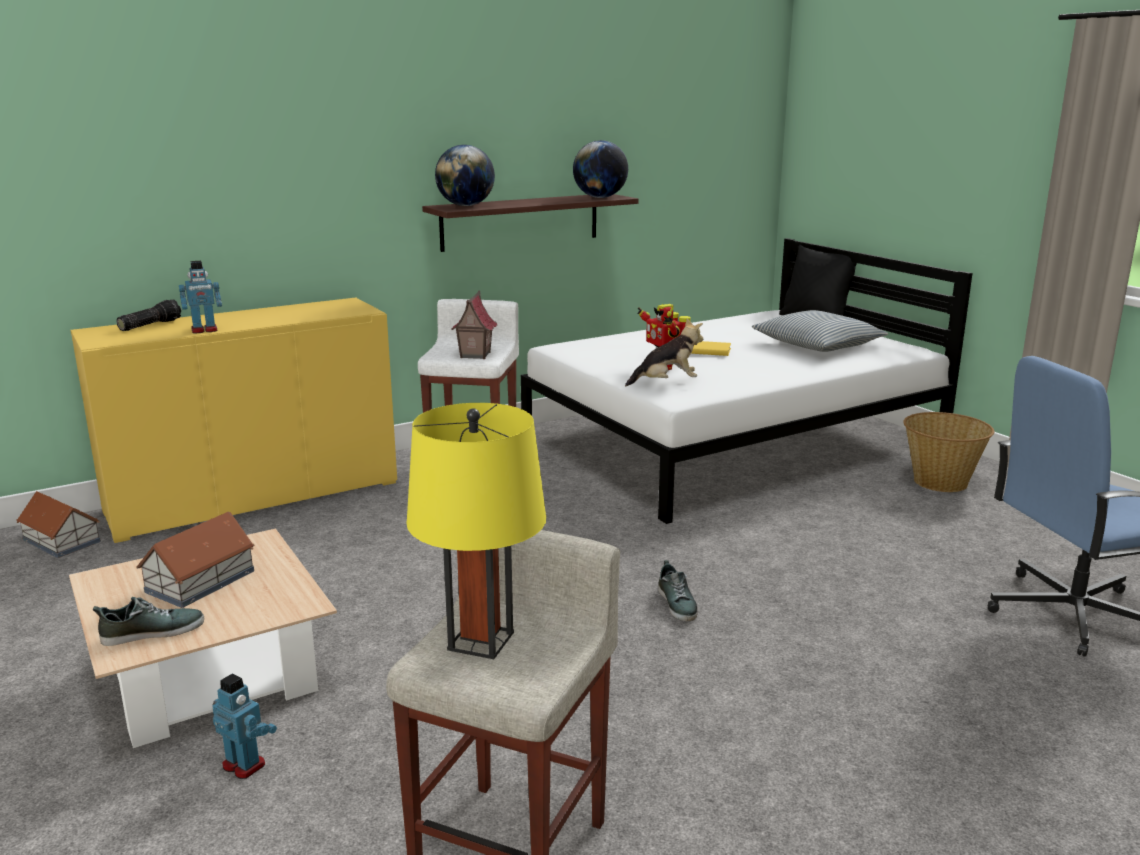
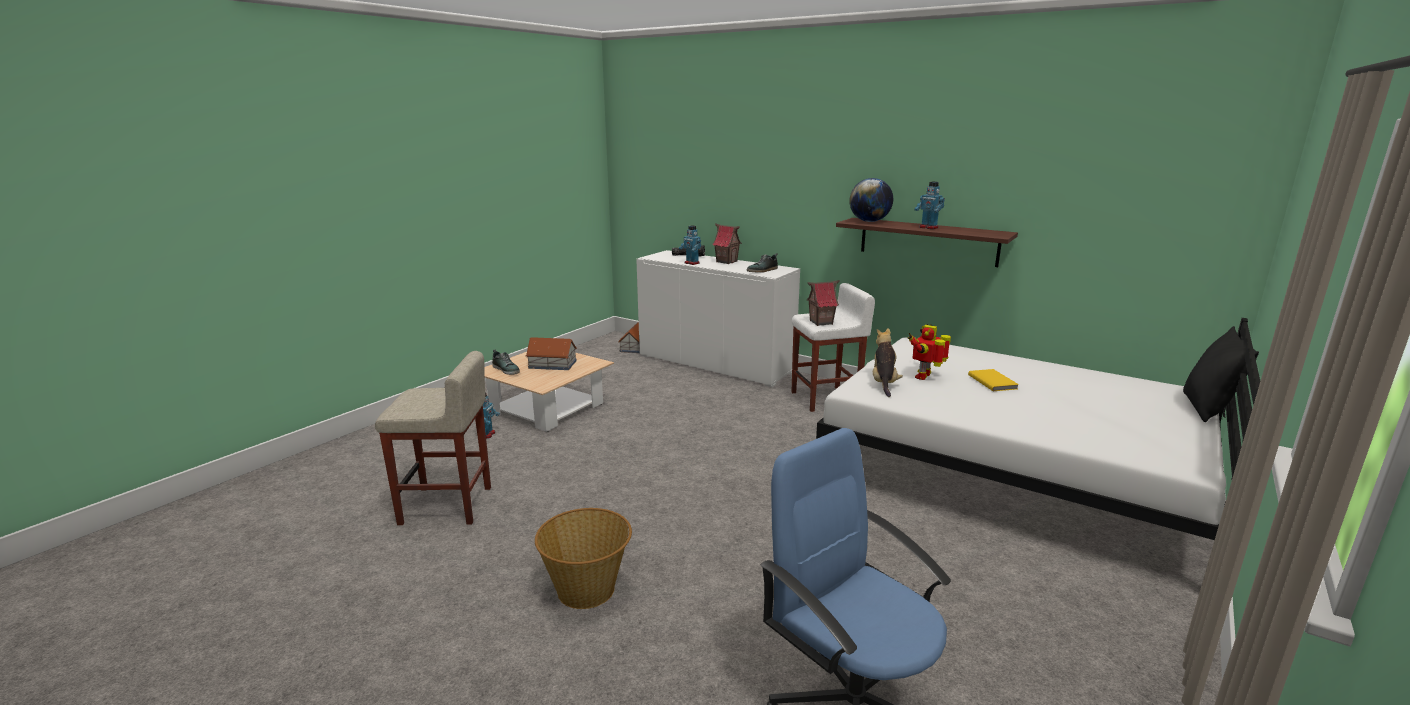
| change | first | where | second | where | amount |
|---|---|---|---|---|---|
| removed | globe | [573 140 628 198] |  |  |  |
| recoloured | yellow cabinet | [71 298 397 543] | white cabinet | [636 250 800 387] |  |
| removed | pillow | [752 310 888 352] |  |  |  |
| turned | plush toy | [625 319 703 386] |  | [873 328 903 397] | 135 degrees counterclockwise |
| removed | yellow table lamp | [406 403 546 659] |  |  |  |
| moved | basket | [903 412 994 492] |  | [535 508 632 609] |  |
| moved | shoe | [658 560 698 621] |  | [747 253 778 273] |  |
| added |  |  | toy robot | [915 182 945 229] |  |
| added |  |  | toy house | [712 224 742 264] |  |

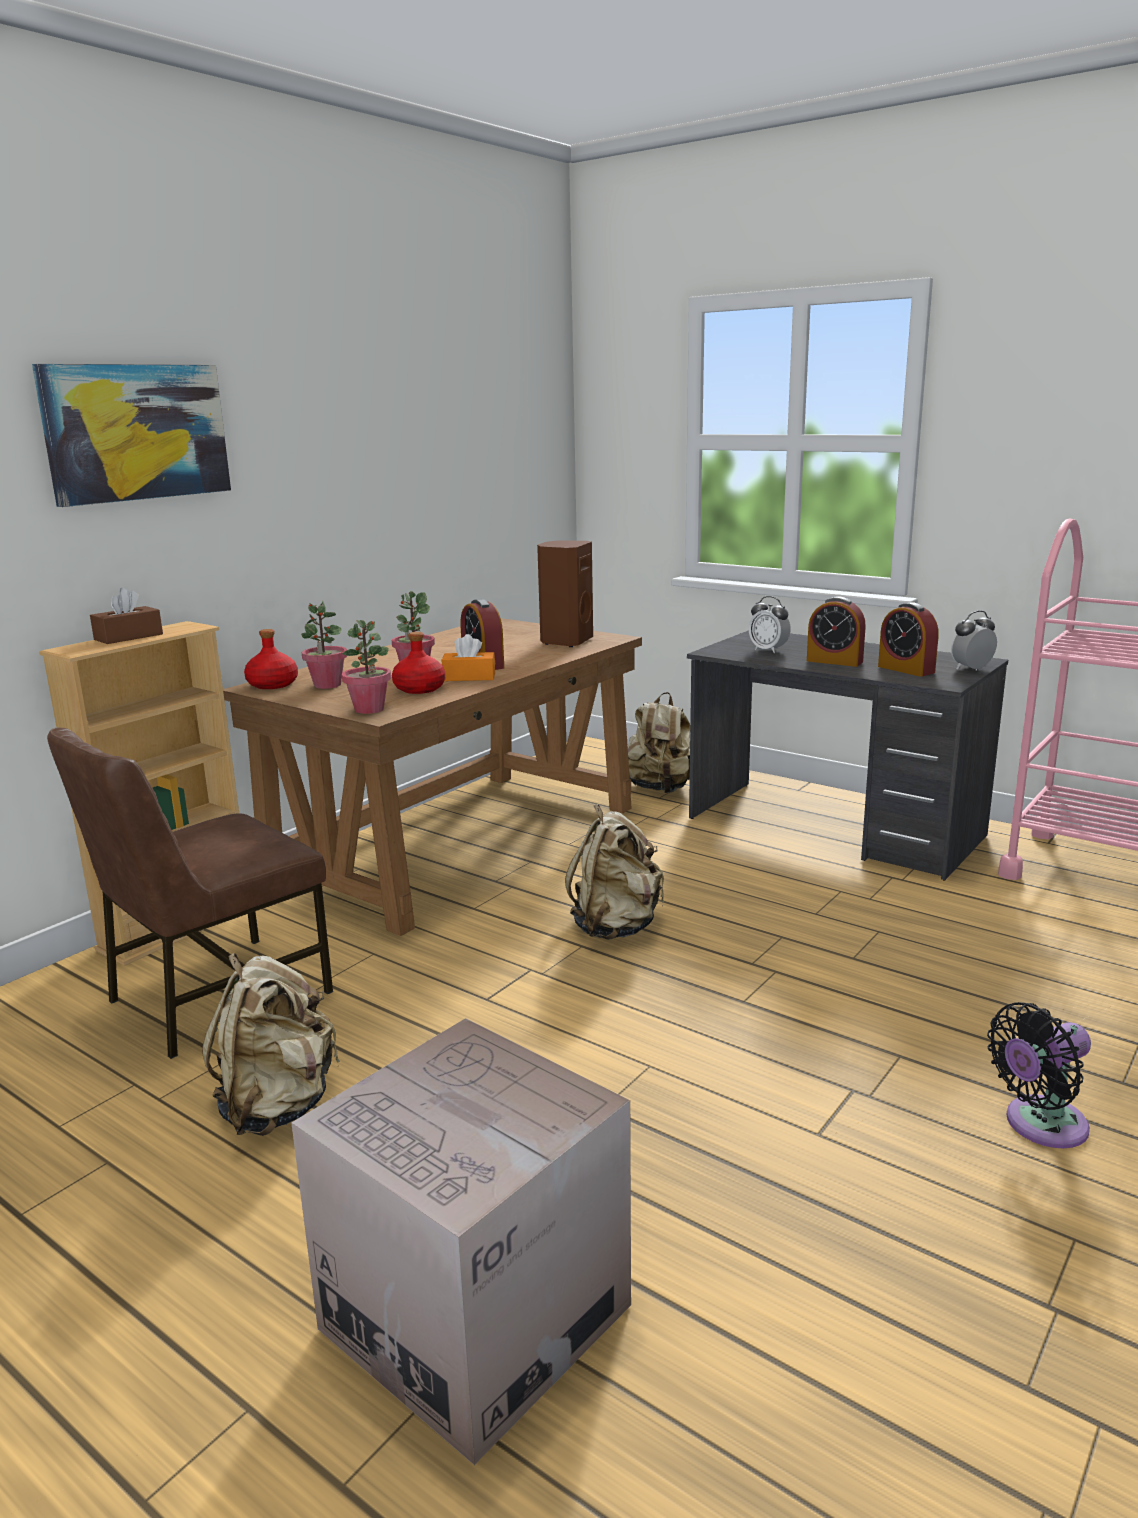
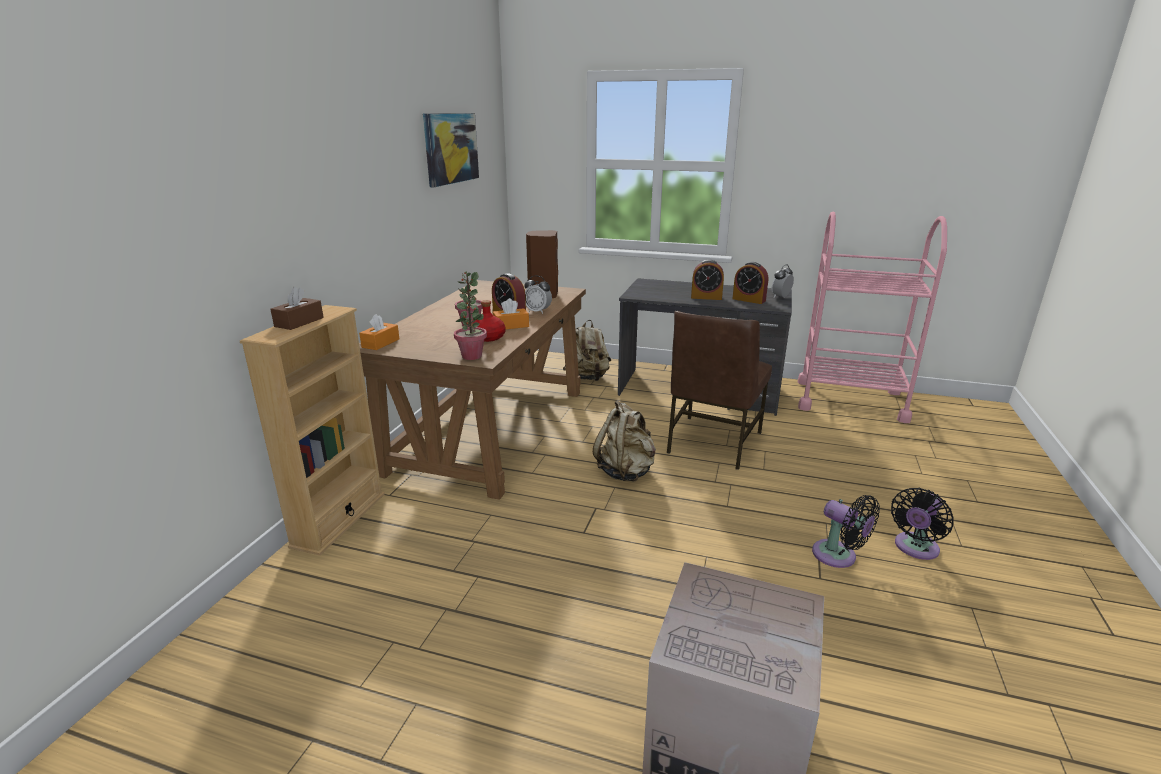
| change | first | where | second | where | amount |
|---|---|---|---|---|---|
| moved | picture | [32 364 231 507] |  | [423 113 479 187] |  |
| moved | alarm clock | [749 596 791 653] |  | [524 276 552 314] |  |
| removed | potted plant | [301 600 347 689] |  |  |  |
| replaced | red bottle | [244 629 298 689] | orange tissue box | [359 314 399 350] |  |
| moved | brown chair | [47 728 333 1059] |  | [667 311 772 470] |  |
| removed | beige backpack | [202 953 340 1136] |  |  |  |
| added |  |  | black fan | [812 495 880 568] |  |

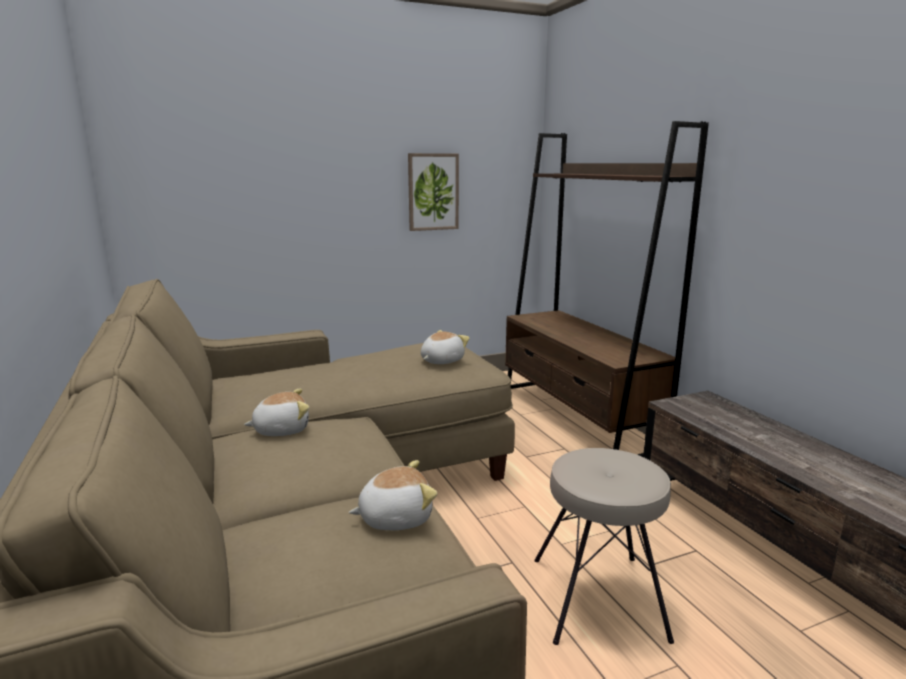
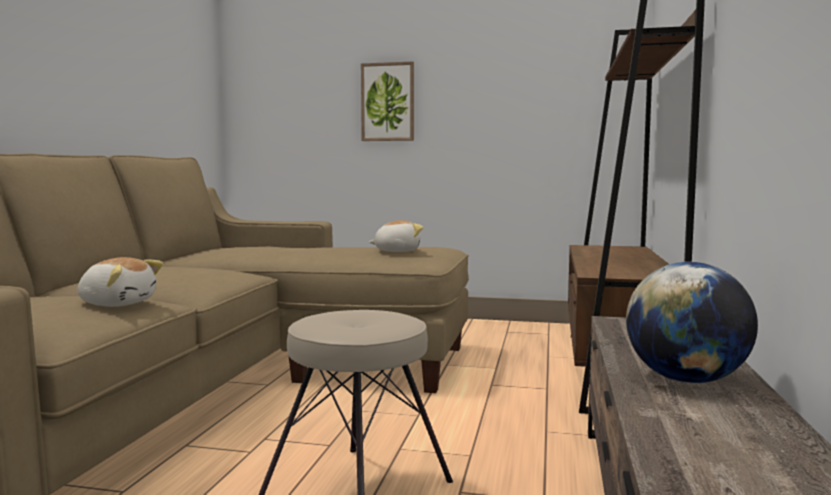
| change | first | where | second | where | amount |
|---|---|---|---|---|---|
| moved | picture | [408 153 459 231] |  | [361 61 414 141] |  |
| removed | plush toy | [244 389 309 436] |  |  |  |
| added |  |  | globe | [626 262 758 383] |  |

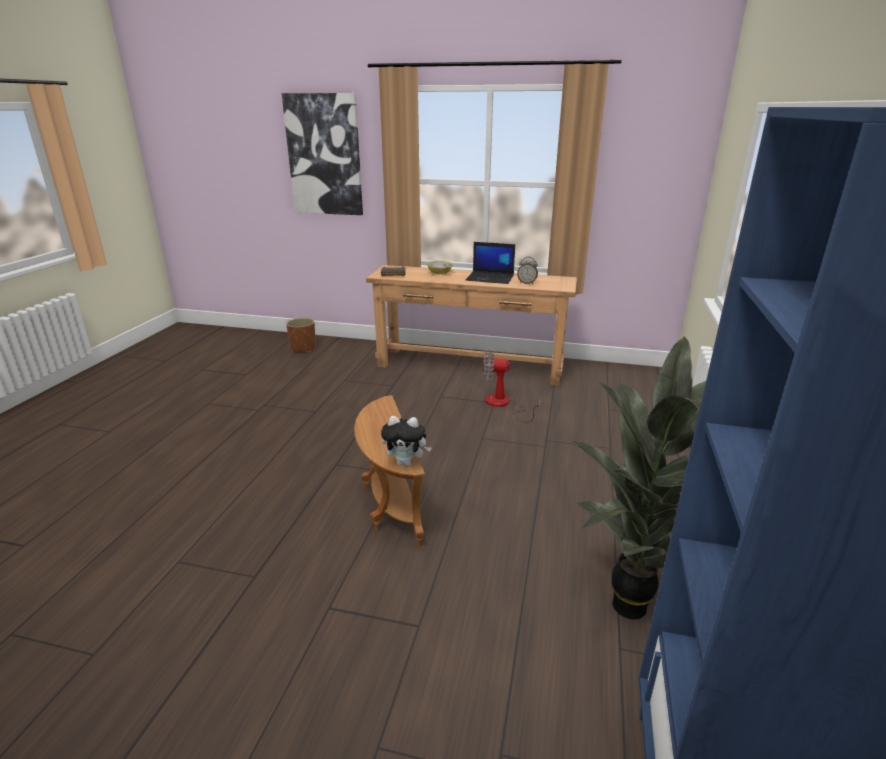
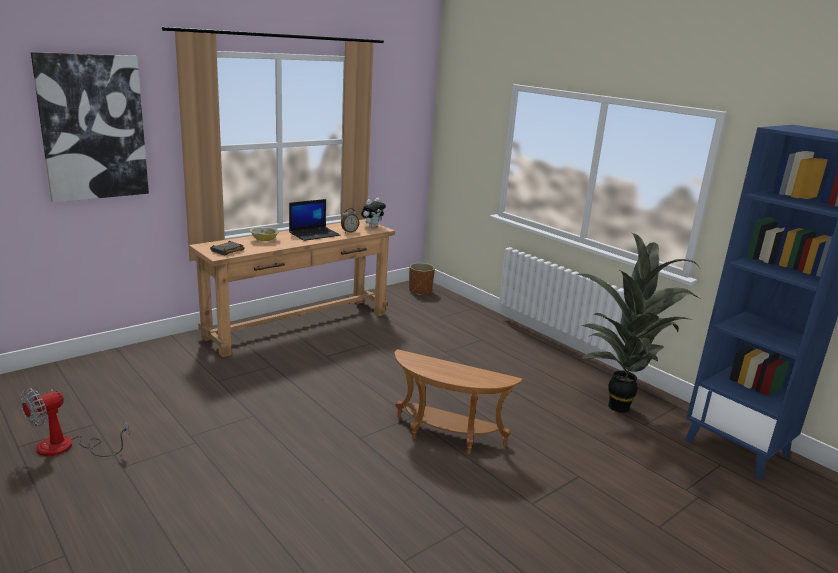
| change | first | where | second | where | amount |
|---|---|---|---|---|---|
| moved | brown planter | [286 318 316 352] |  | [409 263 435 295] |  |
| moved | fan | [483 350 540 423] |  | [20 388 130 457] |  |
| moved | plush toy | [381 416 432 466] |  | [361 198 386 228] |  |

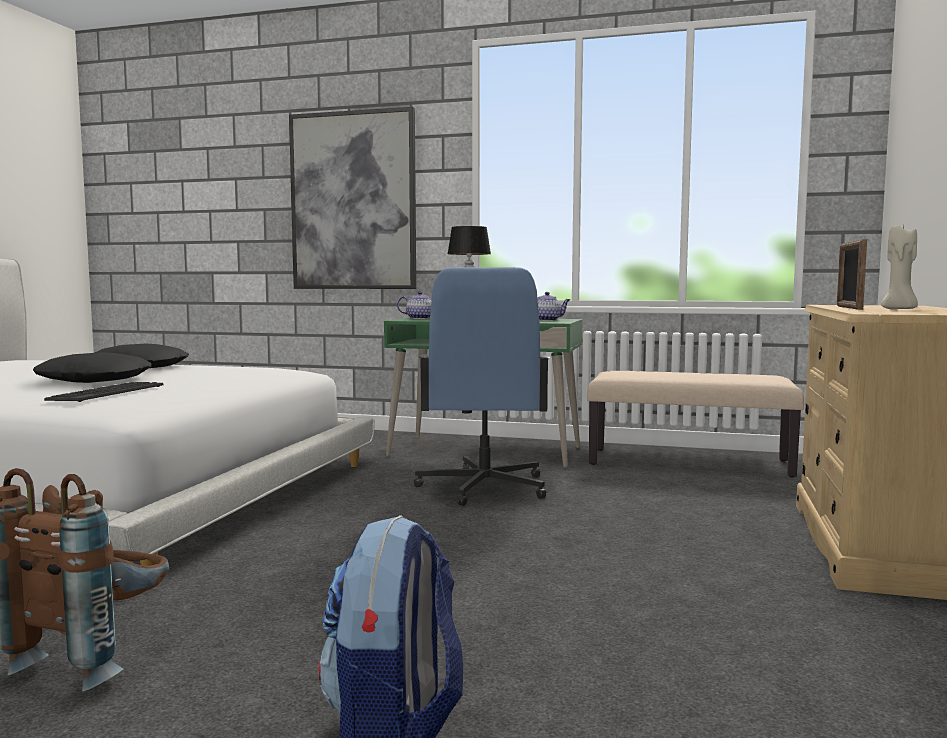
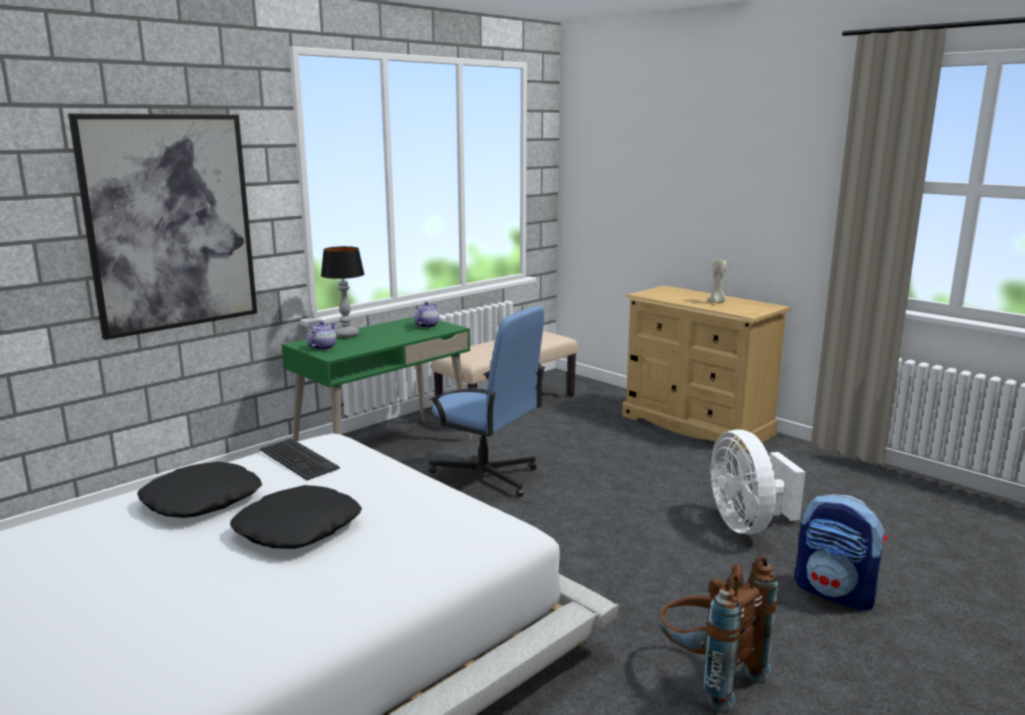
| change | first | where | second | where | amount |
|---|---|---|---|---|---|
| removed | picture frame | [837 239 867 310] |  |  |  |
| moved | keyboard | [44 382 164 402] |  | [260 438 340 480] |  |
| added |  |  | white fan | [710 429 805 534] |  |

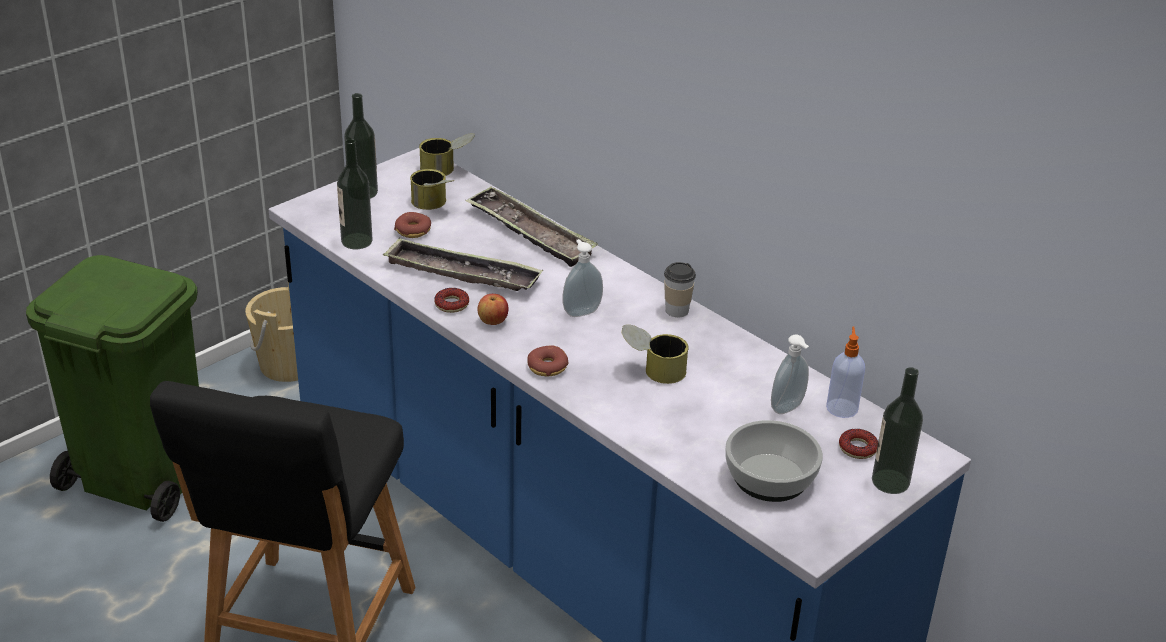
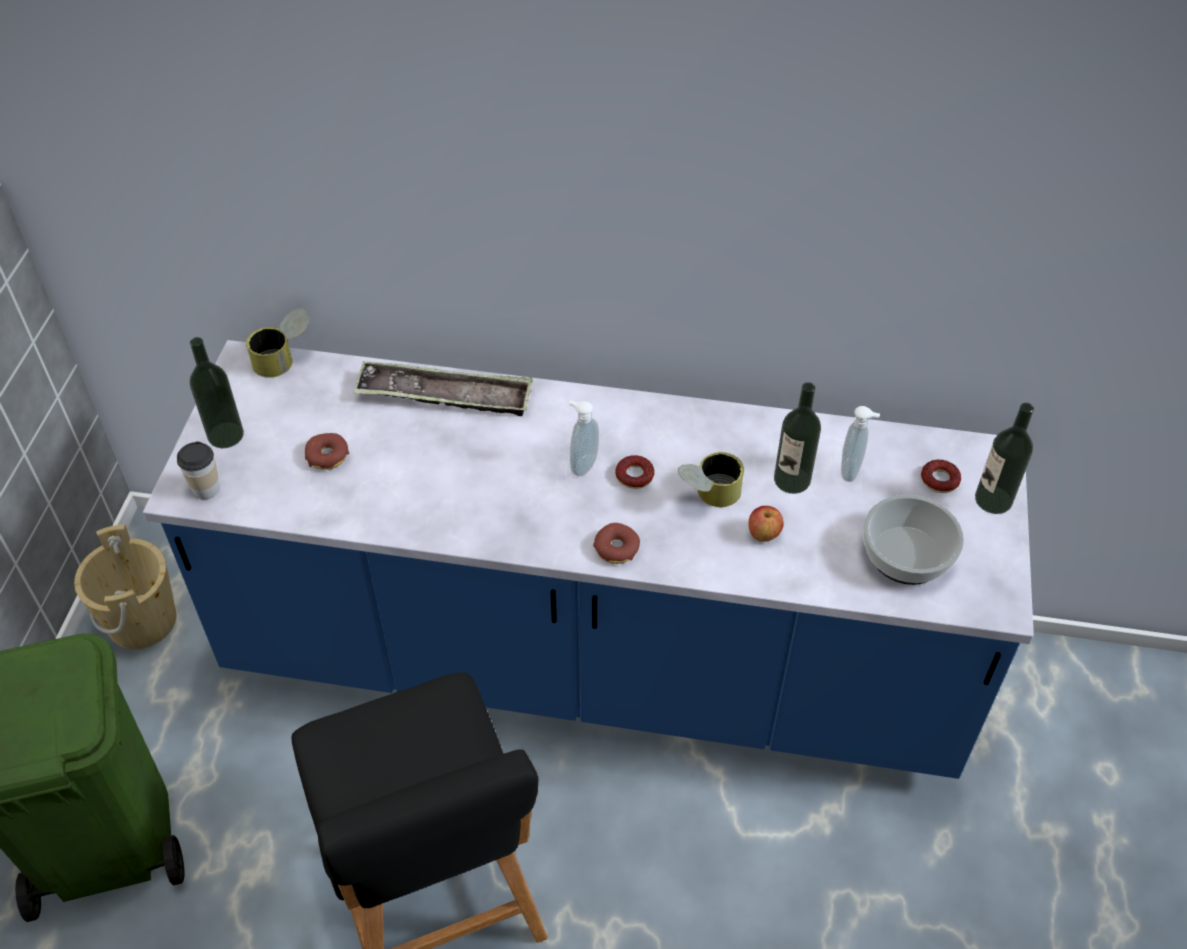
| change | first | where | second | where | amount |
|---|---|---|---|---|---|
| moved | bottle | [337 139 373 249] |  | [774 382 821 494] |  |
| removed | can | [410 169 455 210] |  |  |  |
| removed | tray | [383 237 543 291] |  |  |  |
| moved | cup | [664 262 696 317] |  | [177 441 220 499] |  |
| moved | donut | [434 288 469 313] |  | [615 455 654 489] |  |
| moved | apple | [477 294 509 325] |  | [748 506 784 542] |  |
| removed | soap dispenser | [826 326 865 418] |  |  |  |

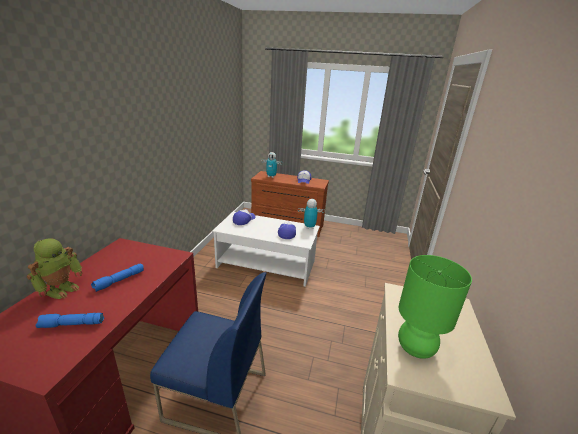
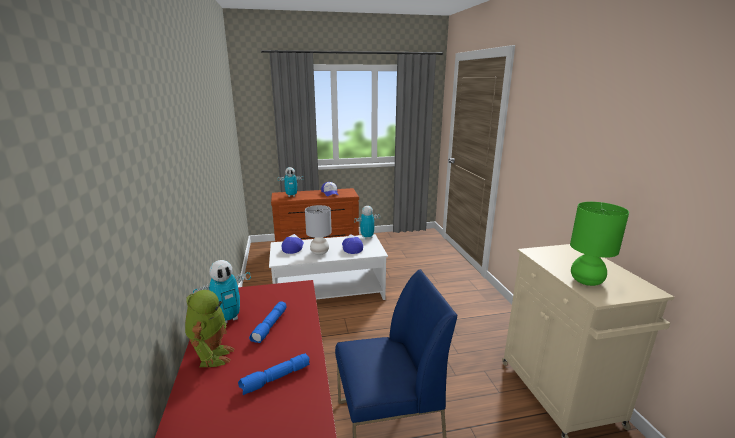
| change | first | where | second | where | amount |
|---|---|---|---|---|---|
| added |  |  | grey table lamp | [305 205 332 255] |  |
| added |  |  | toy robot | [193 260 251 323] |  |

